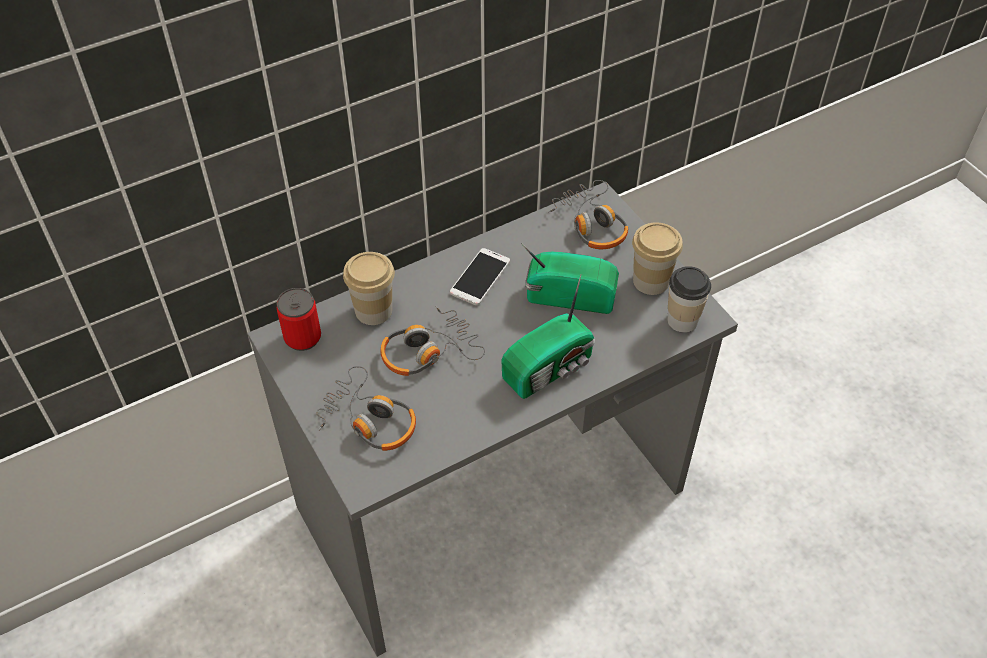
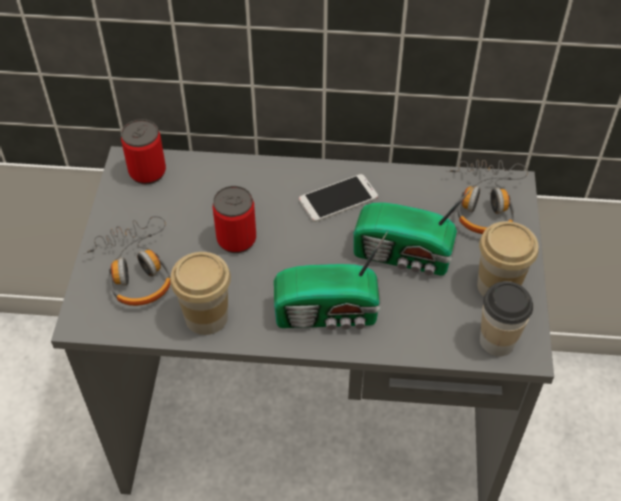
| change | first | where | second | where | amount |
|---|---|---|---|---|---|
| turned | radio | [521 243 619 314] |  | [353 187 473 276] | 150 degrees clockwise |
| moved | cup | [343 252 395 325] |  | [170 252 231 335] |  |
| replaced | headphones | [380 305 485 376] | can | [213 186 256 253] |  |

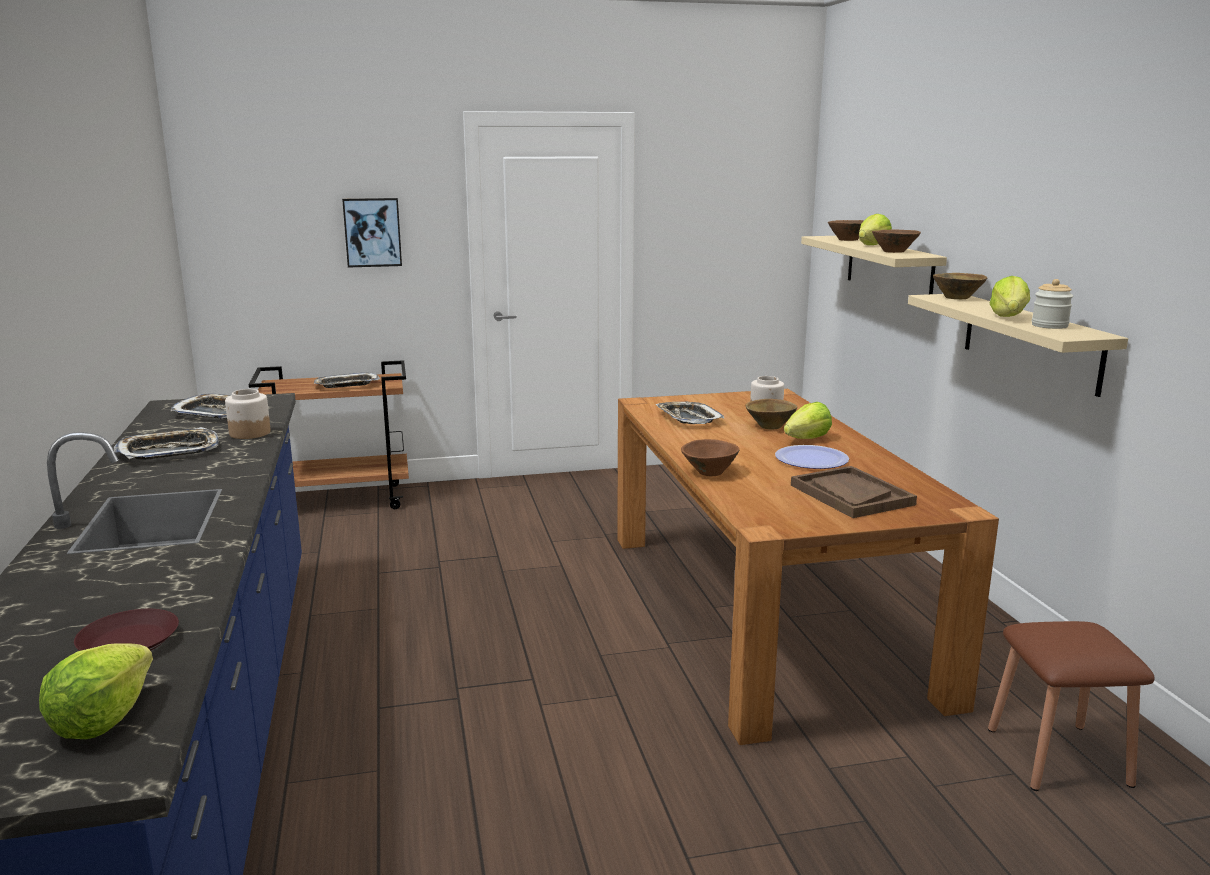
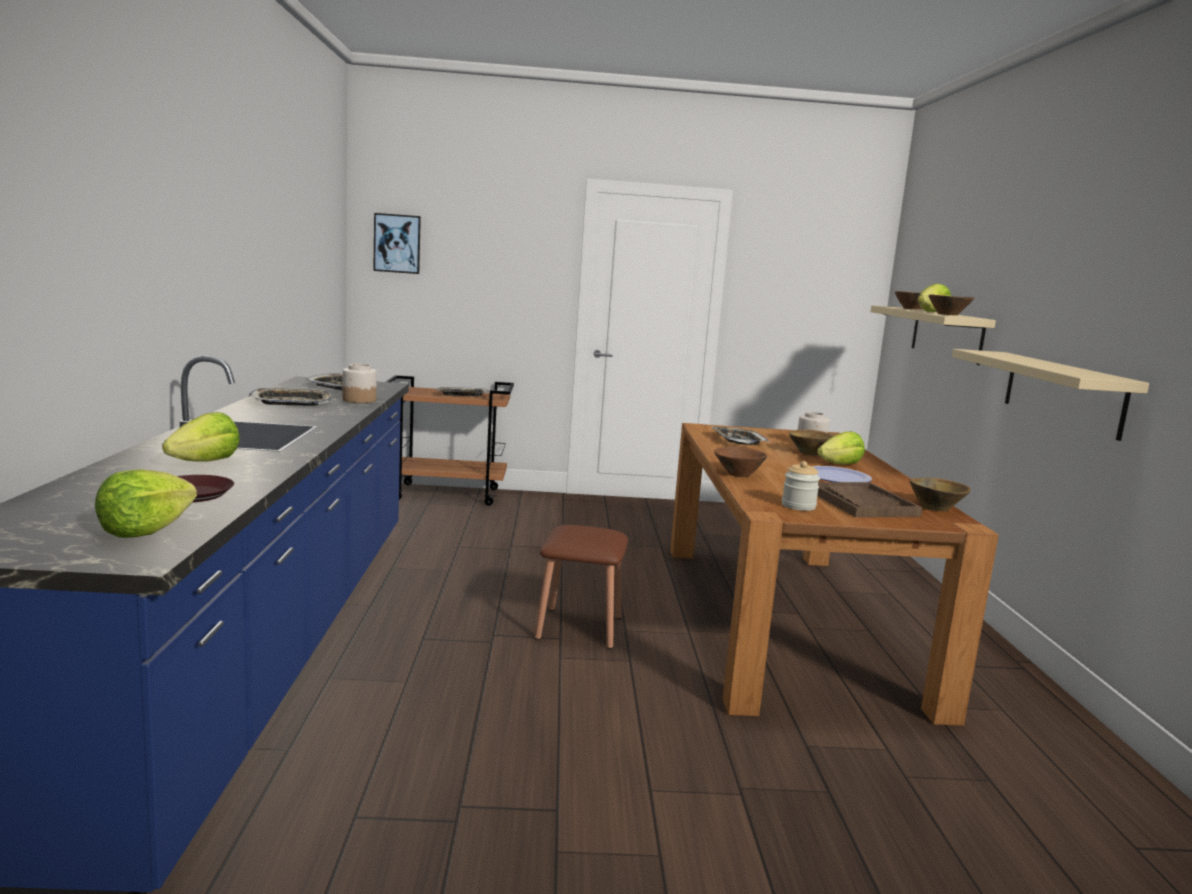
| change | first | where | second | where | amount |
|---|---|---|---|---|---|
| moved | picture | [342 198 402 268] |  | [373 213 421 274] |  |
| moved | brown bowl | [933 273 987 299] |  | [910 478 971 511] |  |
| moved | lettuce | [990 276 1030 317] |  | [162 412 240 461] |  |
| moved | jar | [1032 279 1073 329] |  | [782 461 820 511] |  |
| moved | brown stool | [988 621 1155 791] |  | [535 525 628 649] |  |

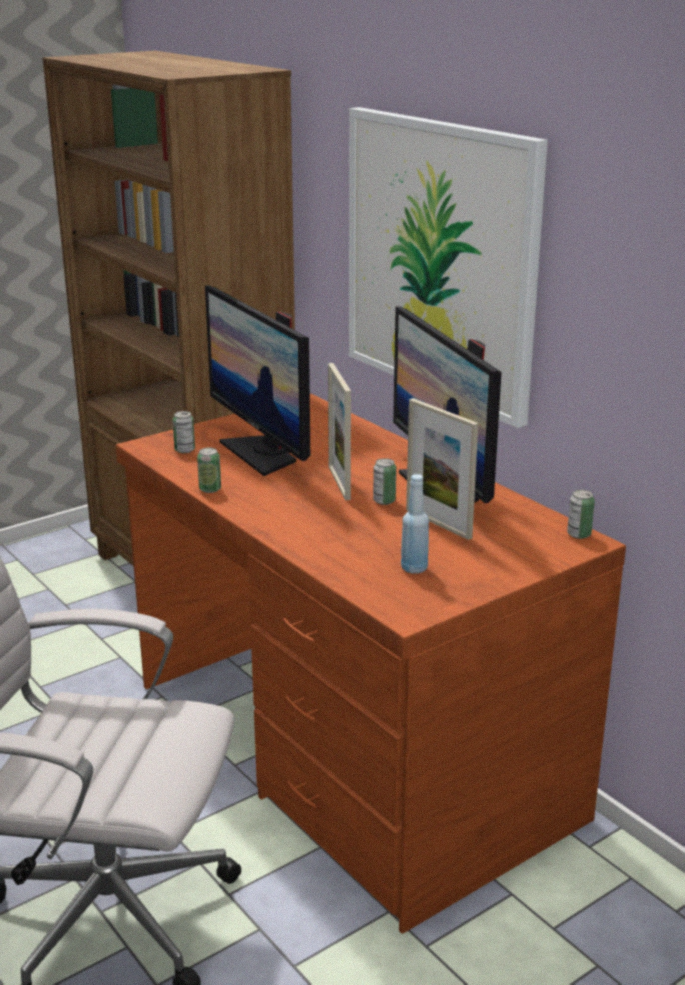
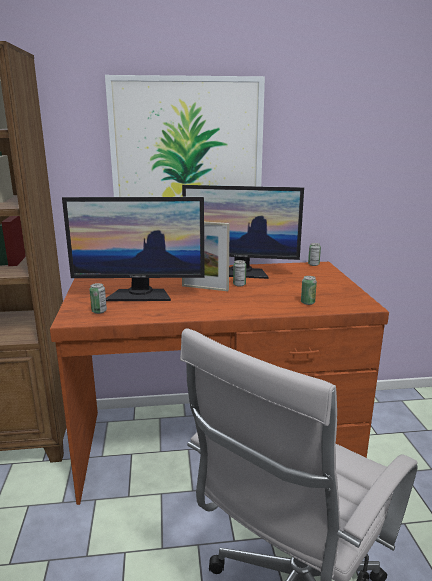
| change | first | where | second | where | amount |
|---|---|---|---|---|---|
| removed | picture frame | [406 398 478 540] |  |  |  |
| moved | can | [197 448 221 493] |  | [301 276 317 305] |  |
| removed | blue bottle | [401 474 429 574] |  |  |  |

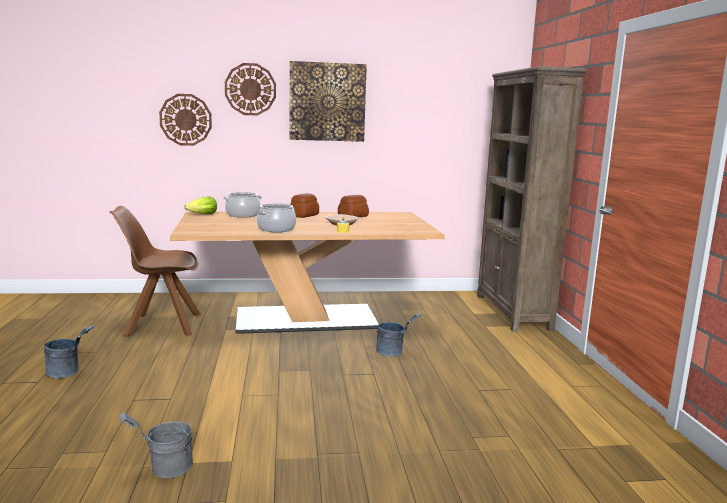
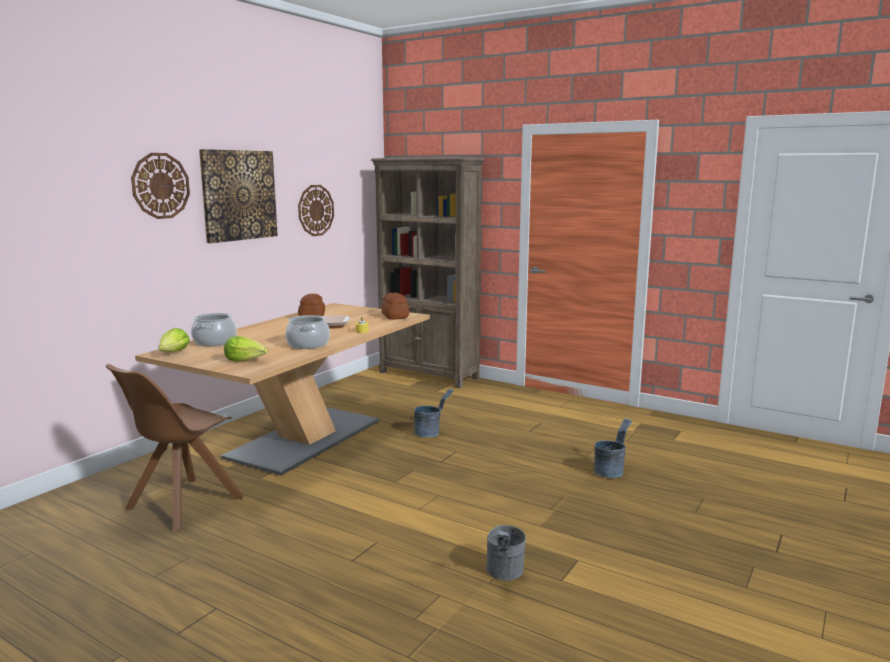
| change | first | where | second | where | amount |
|---|---|---|---|---|---|
| moved | wall clock | [159 94 212 146] |  | [298 185 334 236] |  |
| moved | bread | [290 193 319 218] |  | [381 293 409 320] |  |
| moved | grey bucket | [44 326 94 378] |  | [594 418 632 478] |  |
| added |  |  | lettuce | [224 336 268 361] |  |

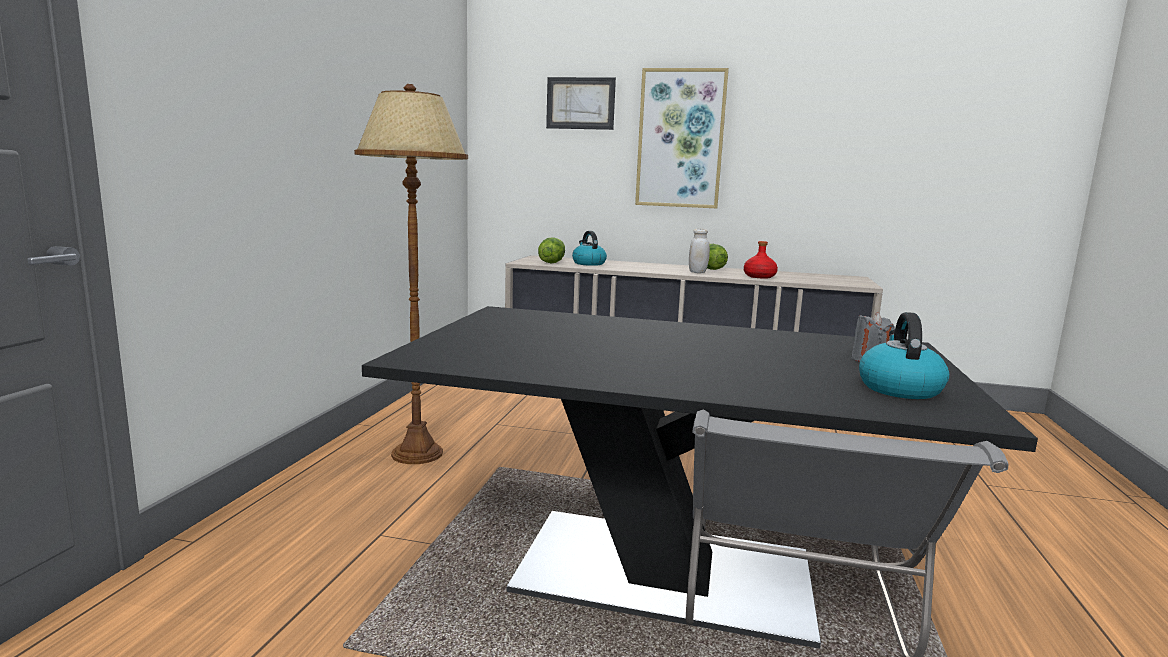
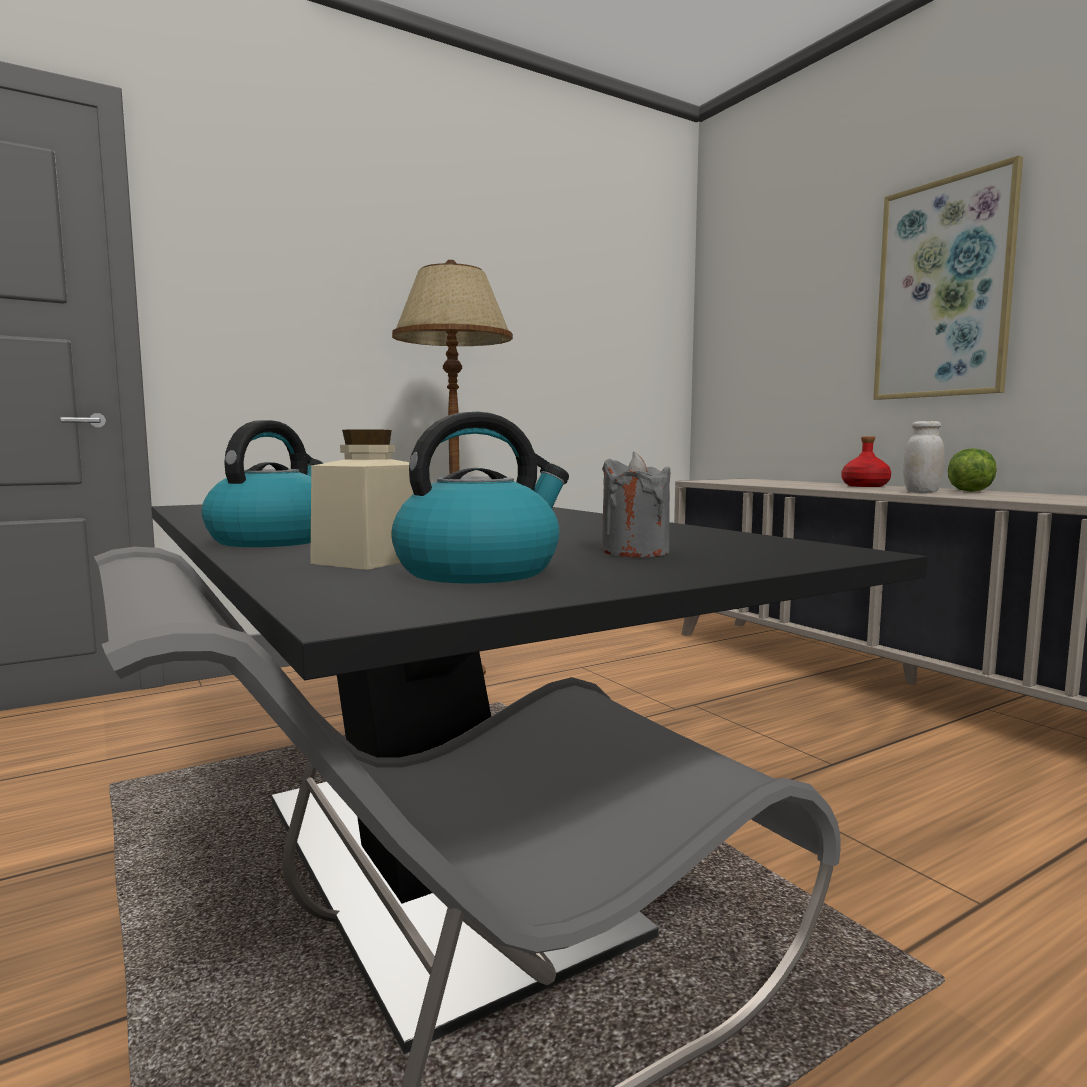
| change | first | where | second | where | amount |
|---|---|---|---|---|---|
| removed | picture | [546 77 616 130] |  |  |  |
| moved | kettle | [572 231 607 266] |  | [202 420 323 547] |  |
| removed | lettuce | [538 237 565 263] |  |  |  |
| moved | red bottle | [744 241 778 279] |  | [842 437 891 487] |  |
| added |  |  | beige jar | [310 429 414 570] |  |

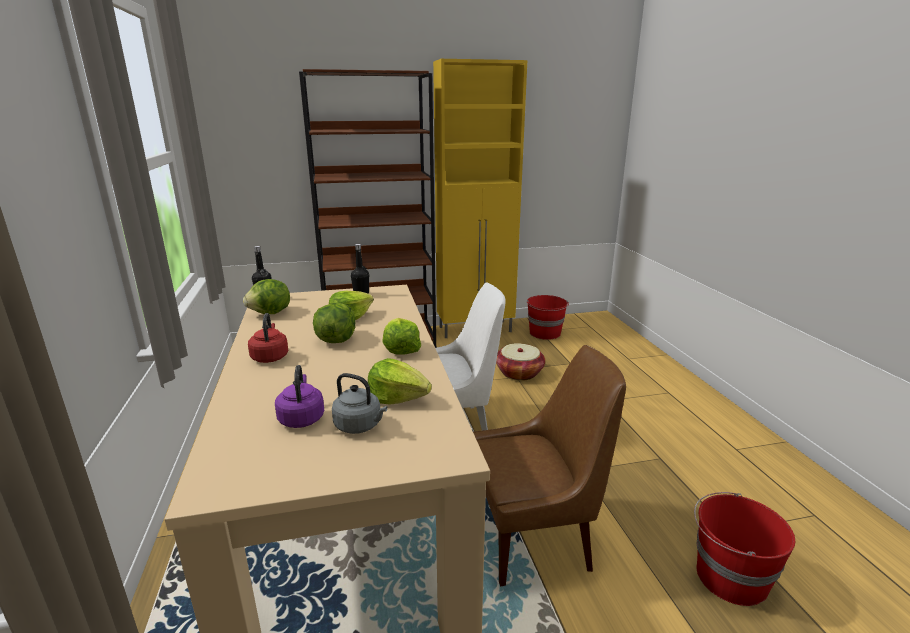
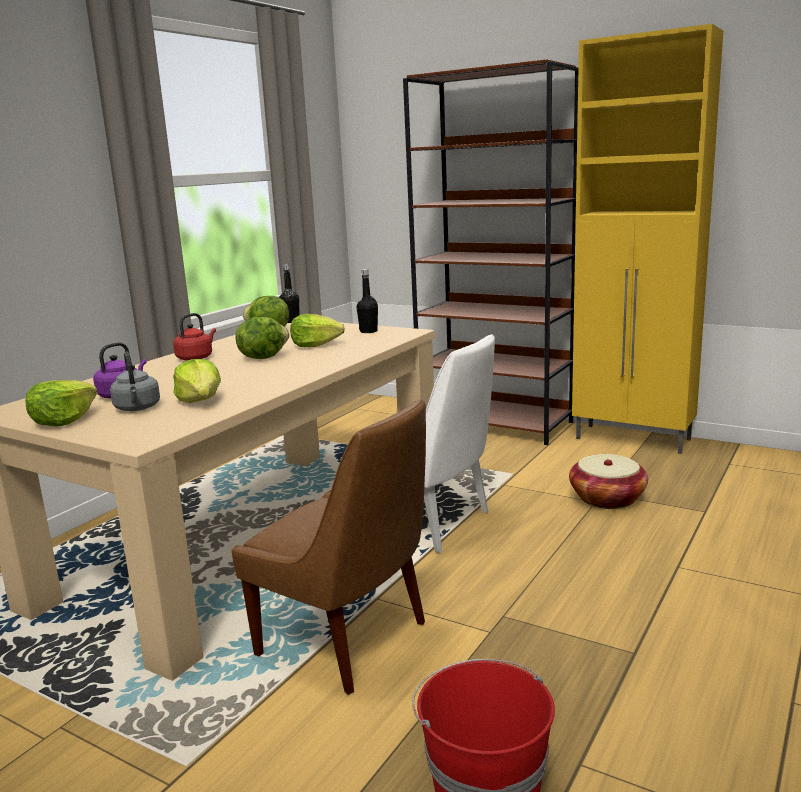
| change | first | where | second | where | amount |
|---|---|---|---|---|---|
| removed | red bucket | [527 295 569 340] |  |  |  |
| moved | lettuce | [382 318 421 355] |  | [25 380 98 427] |  |

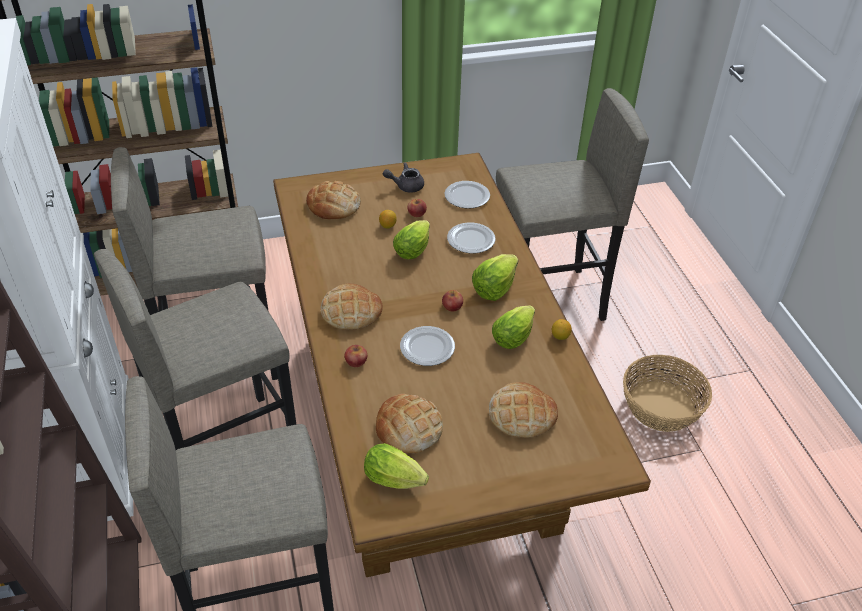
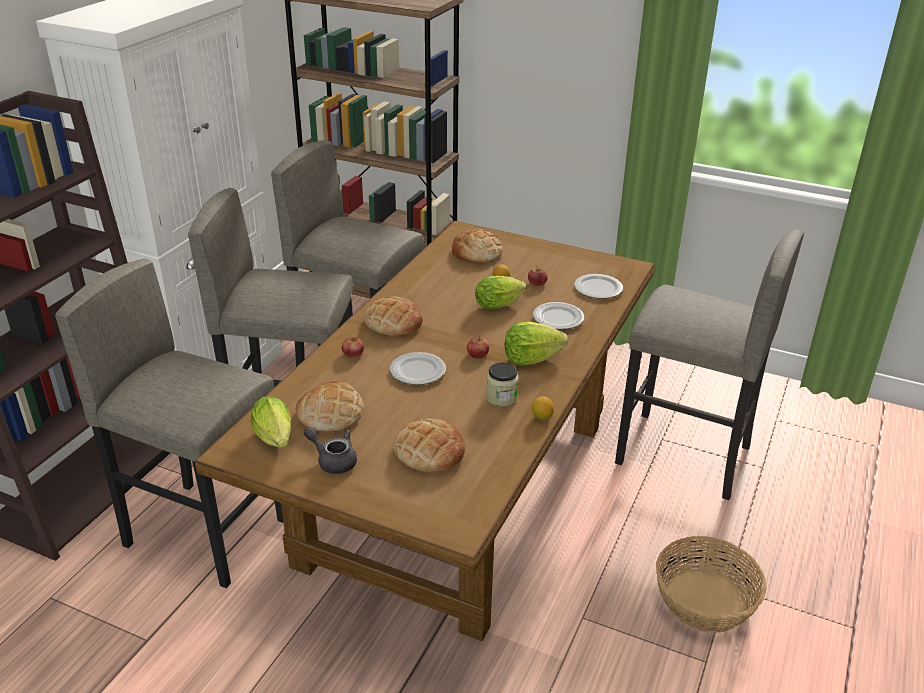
| change | first | where | second | where | amount |
|---|---|---|---|---|---|
| moved | grey teapot | [383 162 424 193] |  | [304 427 357 474] |  |
| replaced | lettuce | [492 306 535 349] | jar | [486 363 519 407] |  |

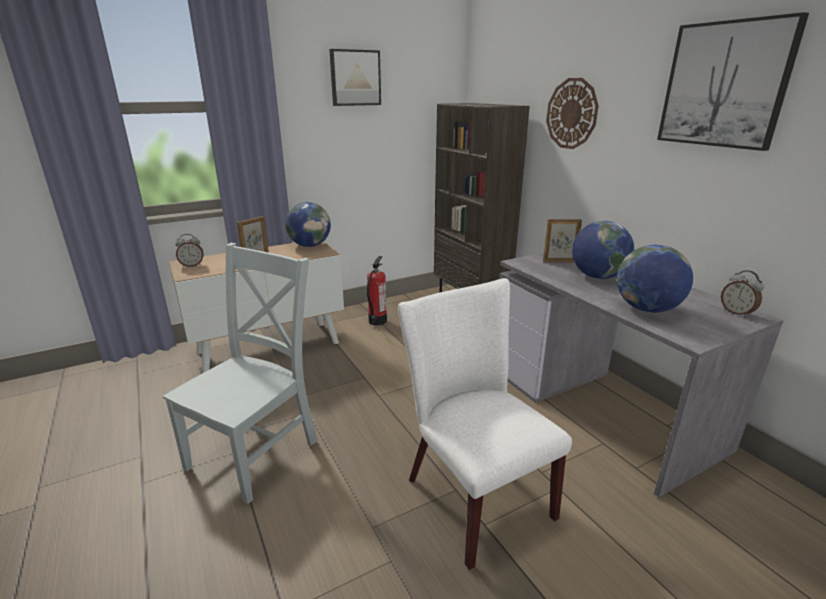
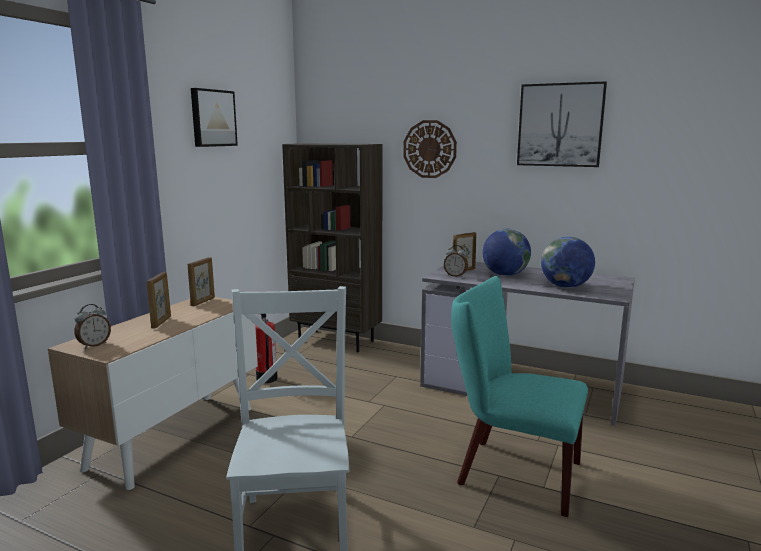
| change | first | where | second | where | amount |
|---|---|---|---|---|---|
| replaced | globe | [285 202 331 247] | picture frame | [188 257 215 306] |  |
| moved | alarm clock | [721 270 764 318] |  | [444 245 468 277] |  |
| recoloured | white chair | [398 278 572 570] | turquoise chair | [451 276 588 517] |  |

